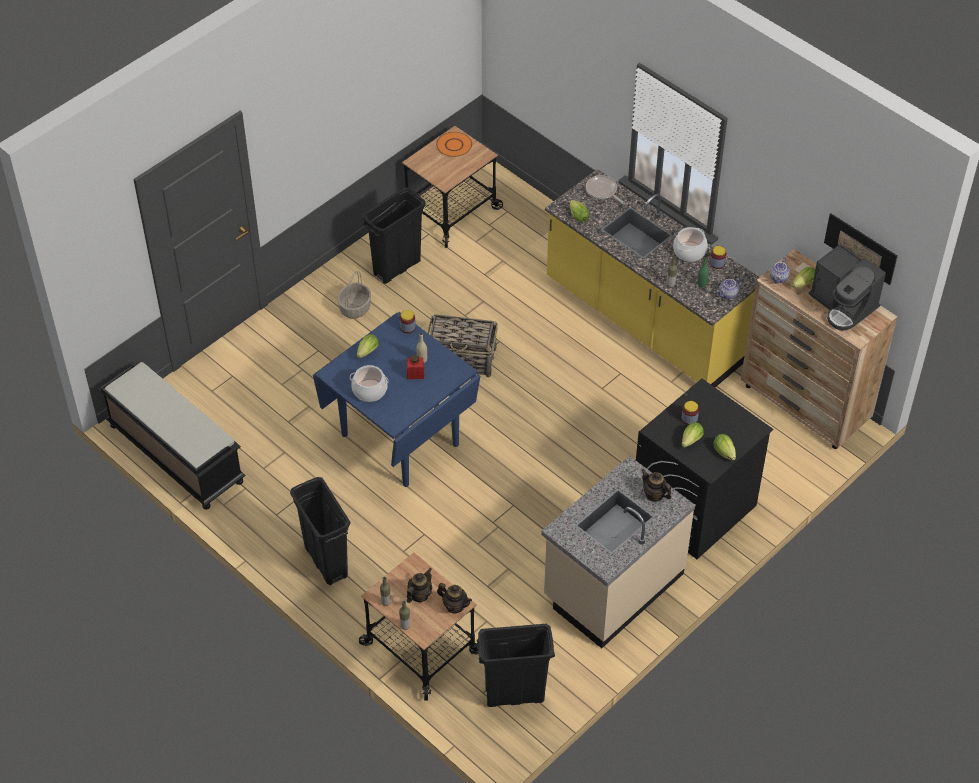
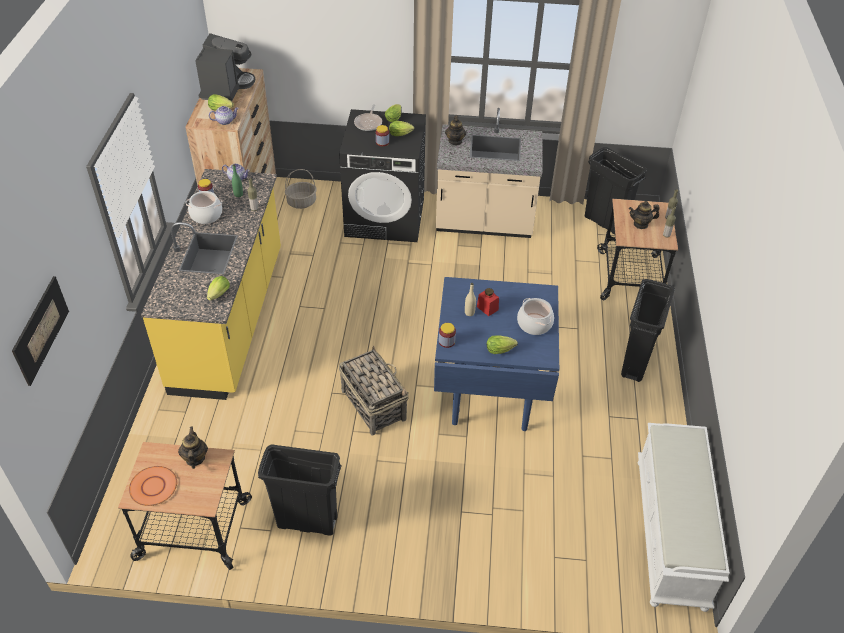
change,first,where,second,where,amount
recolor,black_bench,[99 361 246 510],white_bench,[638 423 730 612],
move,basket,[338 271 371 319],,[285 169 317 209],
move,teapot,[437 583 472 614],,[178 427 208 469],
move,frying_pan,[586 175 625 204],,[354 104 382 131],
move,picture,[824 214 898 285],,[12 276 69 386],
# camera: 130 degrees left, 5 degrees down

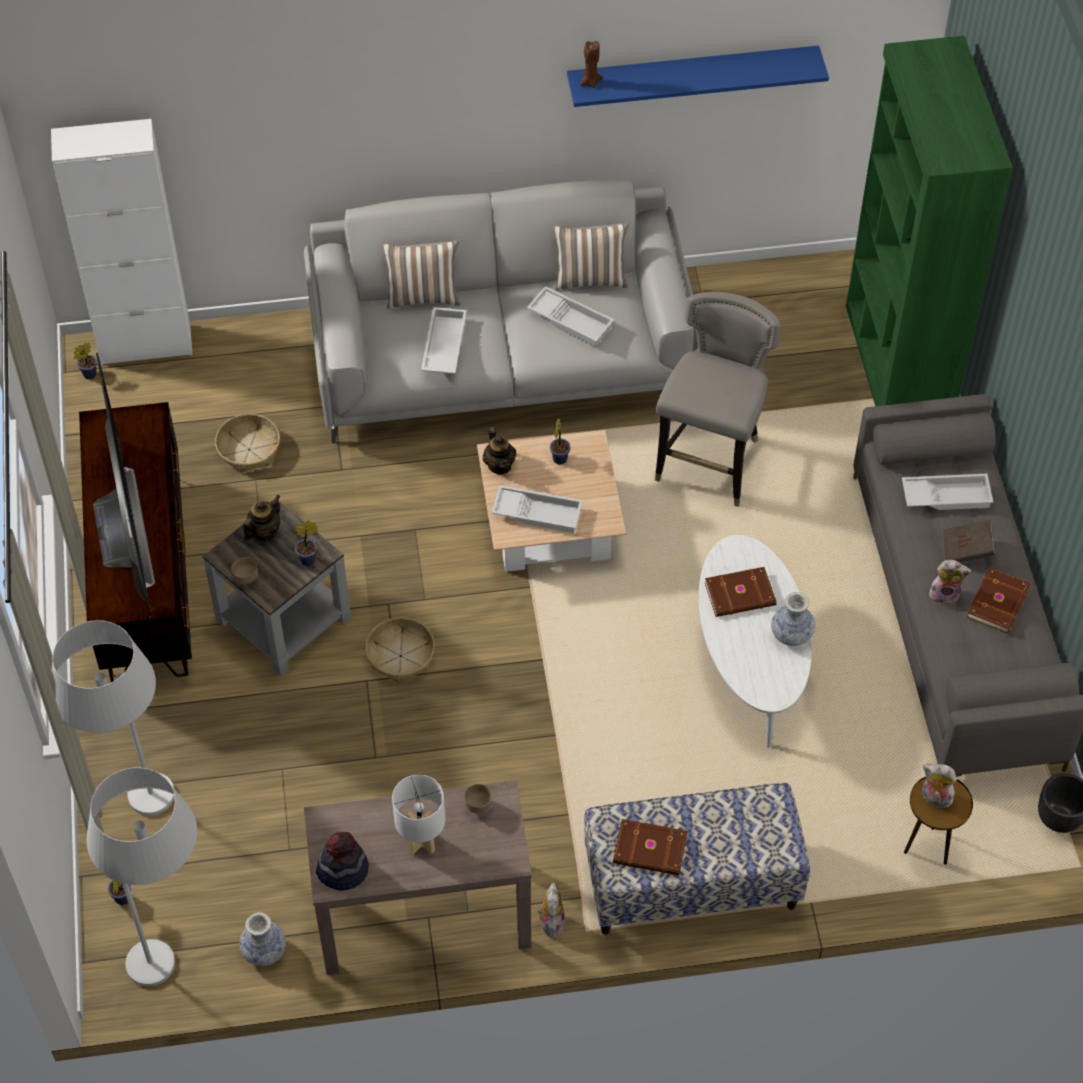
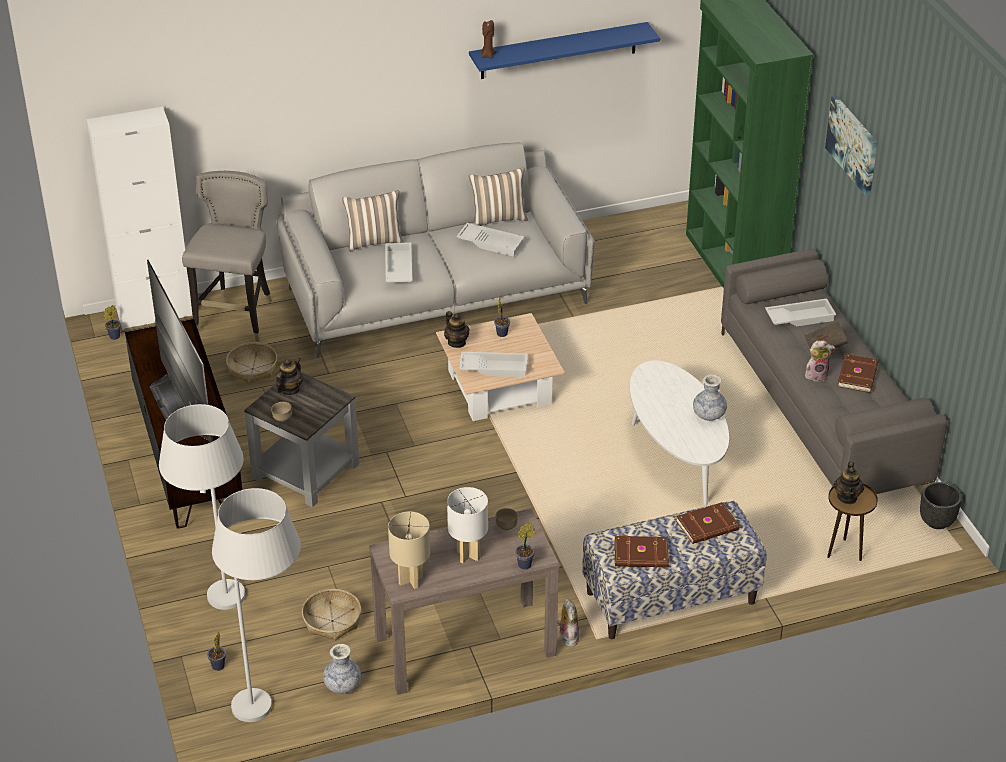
change,first,where,second,where,amount
move,potted_plant,[295 520 318 566],,[515 523 535 570],
replace,hat,[316 832 369 891],beige_table_lamp,[388 512 430 589],
move,basket,[366 617 434 683],,[302 589 361 641],
move,grey_stool,[655 292 781 507],,[182 171 272 342],
move,brown_book,[705 567 776 617],,[676 502 740 544],
replace,plush_toy,[922 764 957 808],teapot,[834 461 864 504],
insert,,,picture,[825 95 878 196],
# camera: 10 degrees left, 15 degrees down

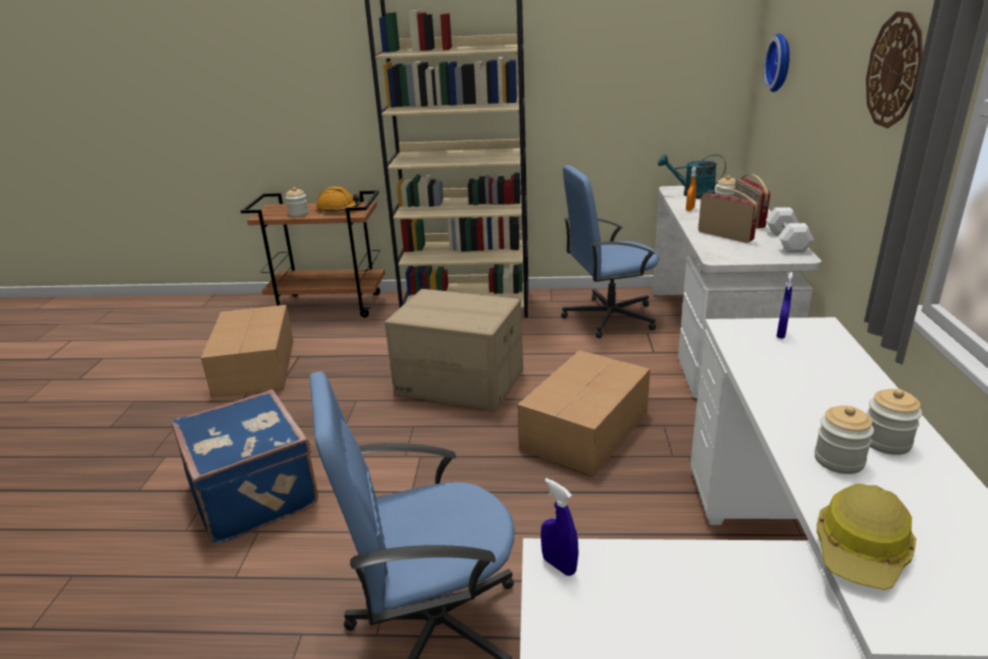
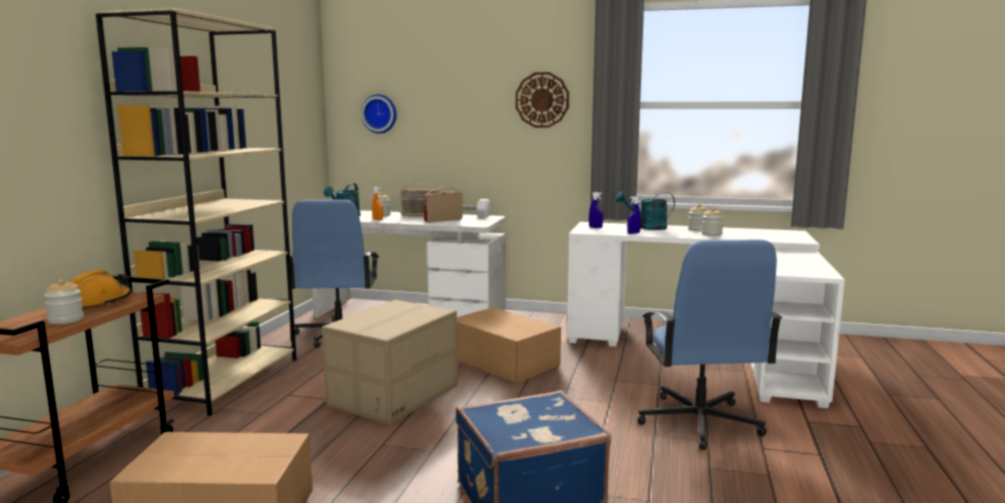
change,first,where,second,where,amount
move,blue_spray_bottle,[541 478 579 576],,[627 196 641 234],
delete,hard_hat,[817 484 916 590],,,
insert,,,turquoise_watering_can,[616 192 675 230],
# camera: 80 degrees left, 15 degrees down

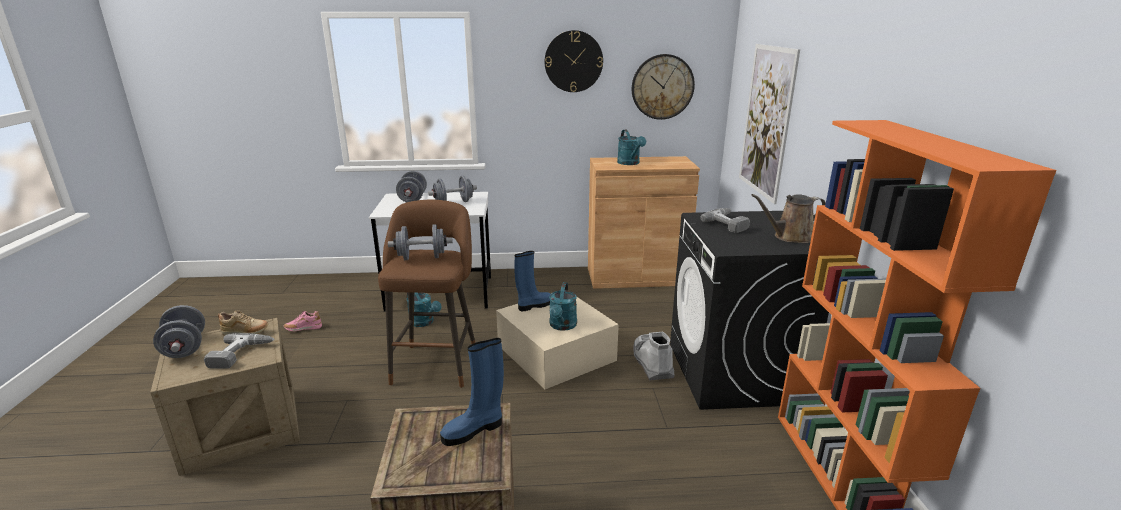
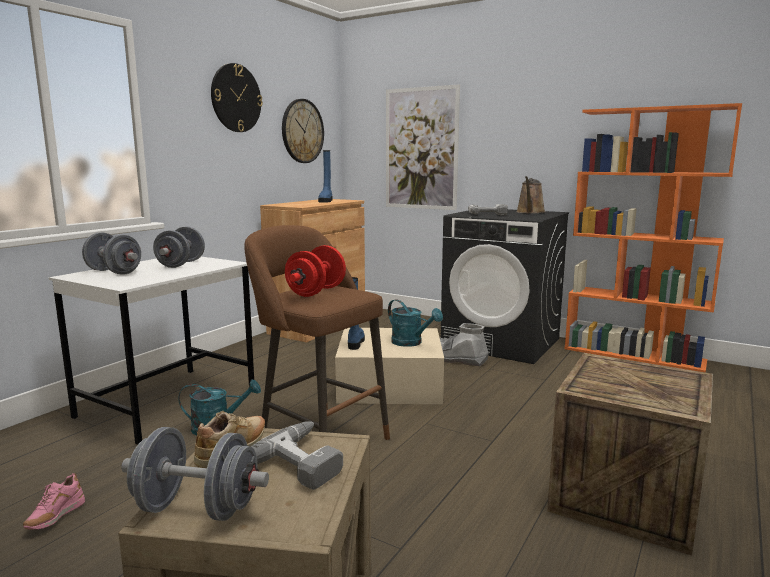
change,first,where,second,where,amount
recolor,grey_dumbbell,[388 224 453 260],red_dumbbell,[285 245 346 297],
move,blue_boot,[440 338 504 446],,[318 150 332 203],
delete,turquoise_watering_can,[617 130 646 165],,,
# camera: 55 degrees left, 10 degrees down

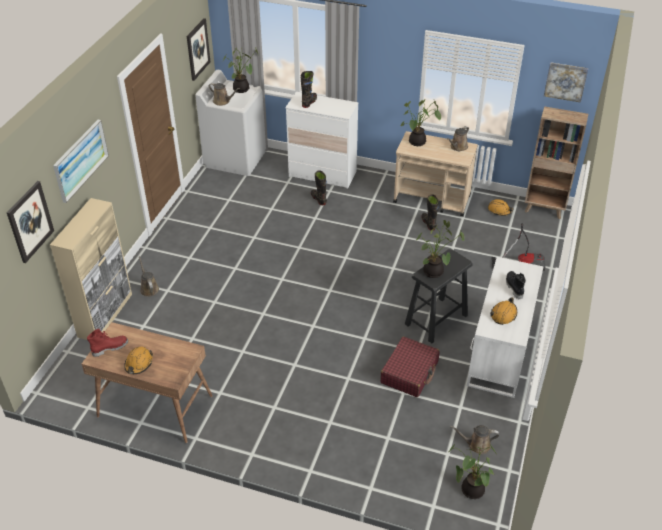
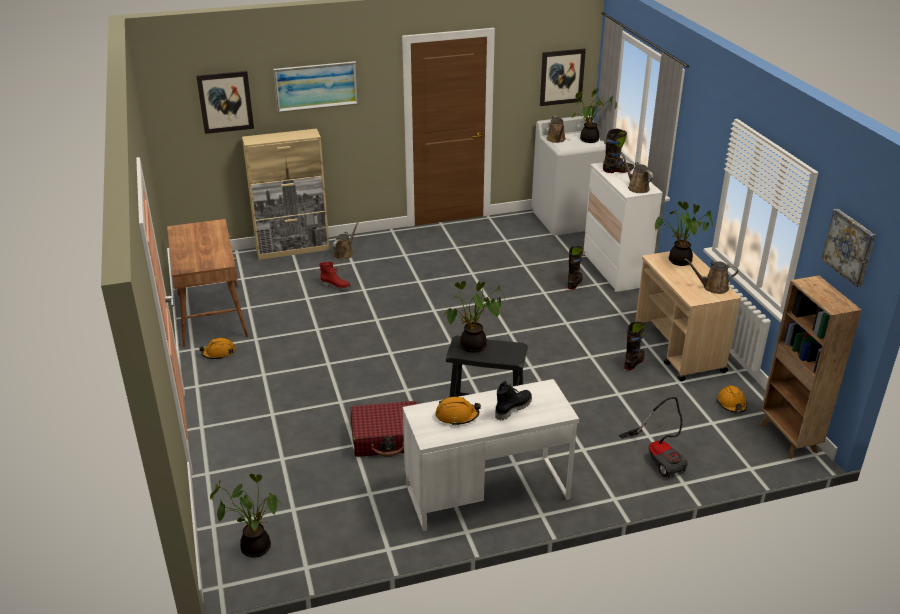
change,first,where,second,where,amount
move,red_boot,[87 329 128 357],,[319 262 351 291],
move,orange_hard_hat,[124 346 153 374],,[199 338 236 359],
move,brown_watering_can,[450 425 499 454],,[621 152 653 193],
# camera: 55 degrees right, 10 degrees down

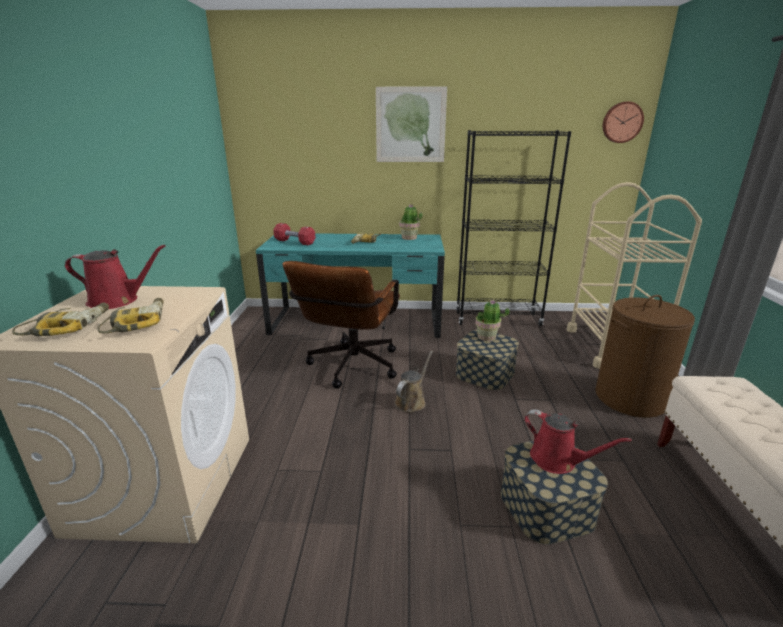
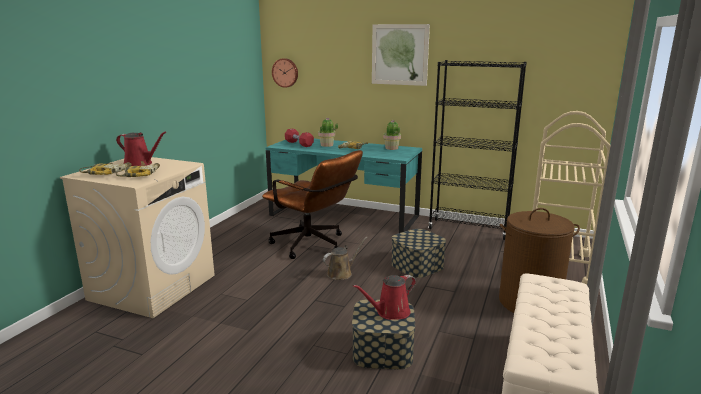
change,first,where,second,where,amount
rotate,brown_office_chair,[282 261 400 388],,[262 150 363 259],90 degrees counterclockwise
move,potted_plant,[475 300 509 341],,[318 118 338 147],
rotate,red_watering_can,[524 409 632 474],,[353 275 416 320],90 degrees clockwise
move,wall_clock,[603 102 644 143],,[272 58 298 88],
# camera: 20 degrees right, 5 degrees down

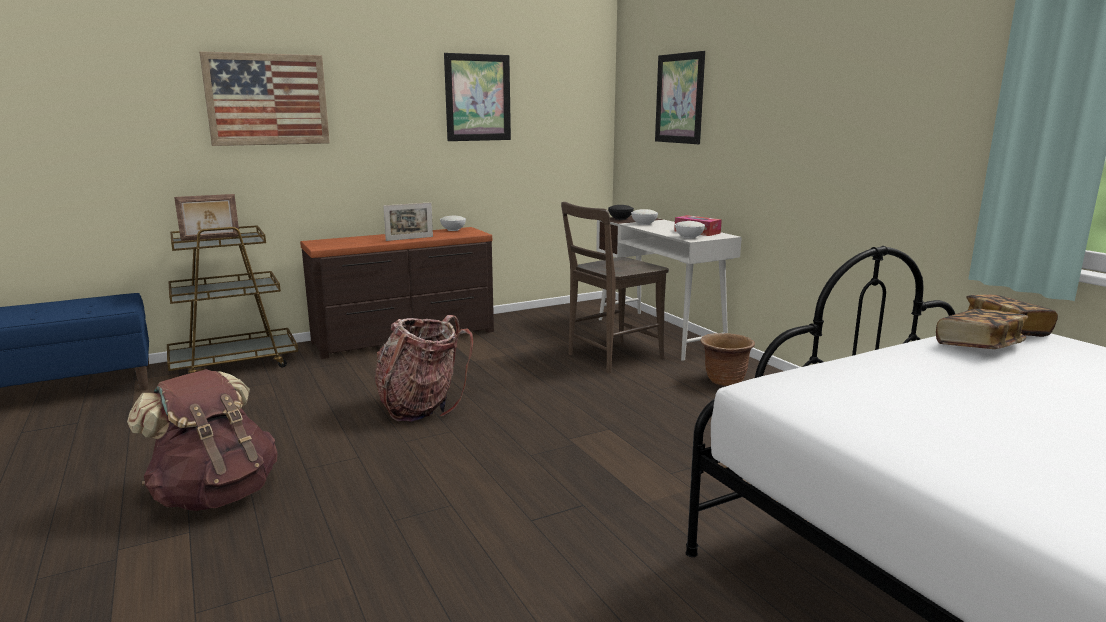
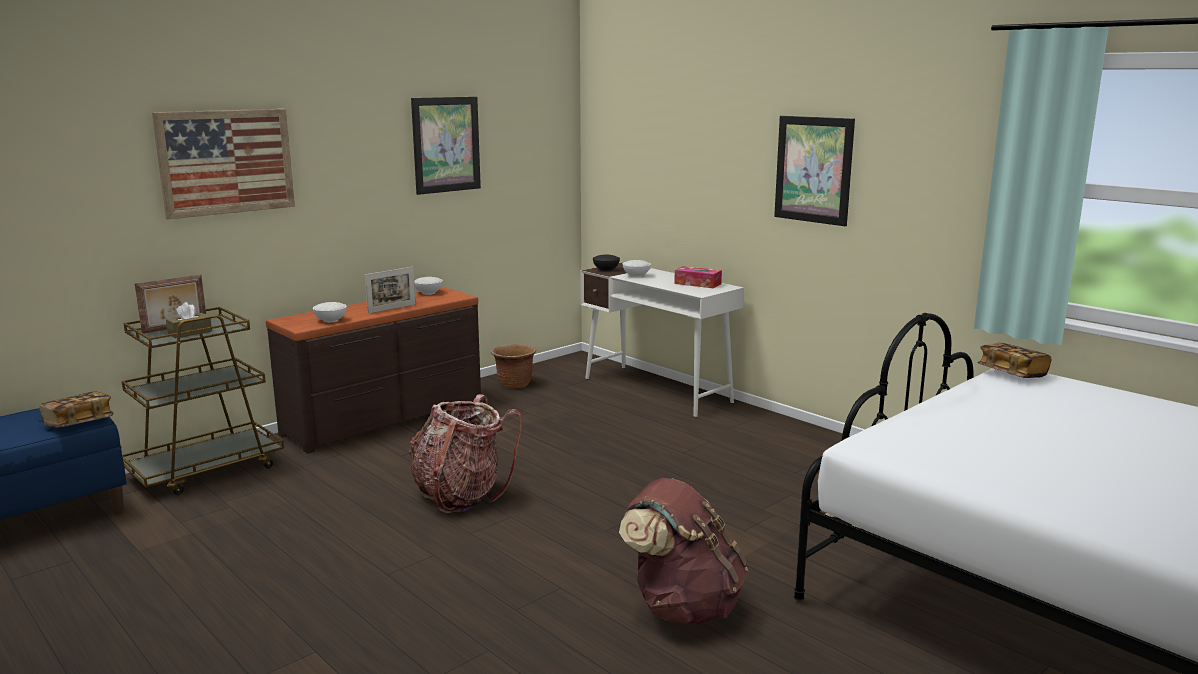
change,first,where,second,where,amount
move,brown_backpack,[127 369 277 511],,[619 478 748 624],
delete,brown_chair,[561 202 669 373],,,
move,picture,[655 51 705 144],,[774 116 855 226],
move,white_bowl,[675 221 705 239],,[313 302 347 323],
move,brown_planter,[700 333 755 386],,[491 344 536 389],
move,book,[936 309 1028 349],,[39 391 114 428],
insert,,,brown_tissue_box,[166 302 212 338],
# camera: 15 degrees left, 0 degrees up

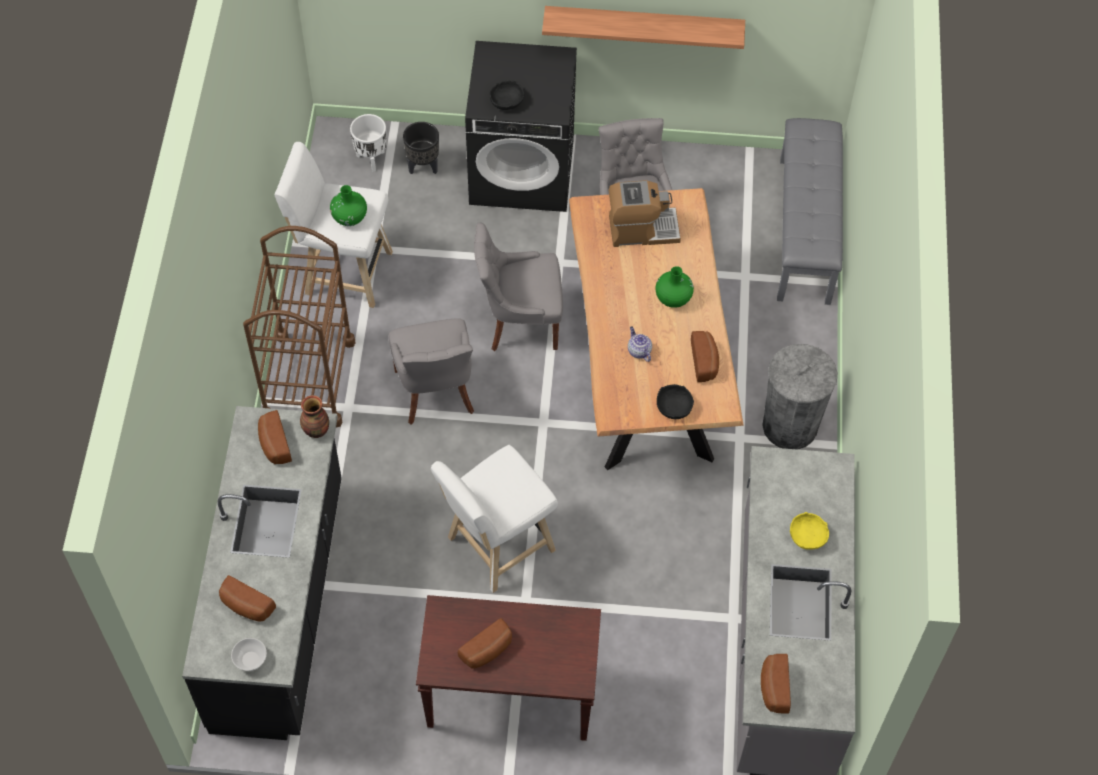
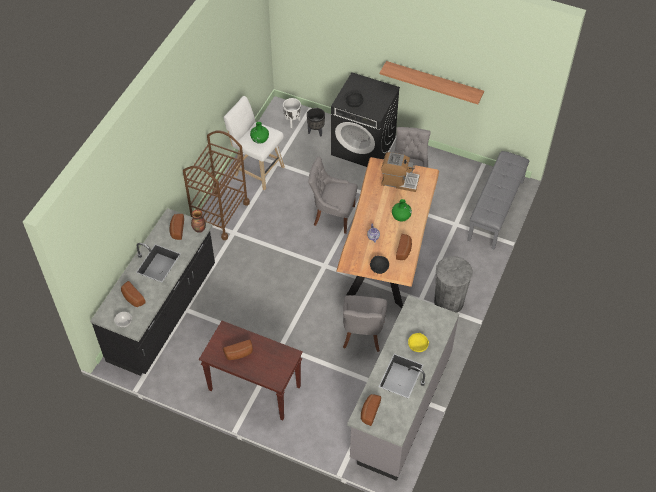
change,first,where,second,where,amount
move,grey_chair,[388 318 474 425],,[343 295 387 352],
delete,white_stool,[431 445 558 593],,,
# camera: 20 degrees right, 5 degrees down

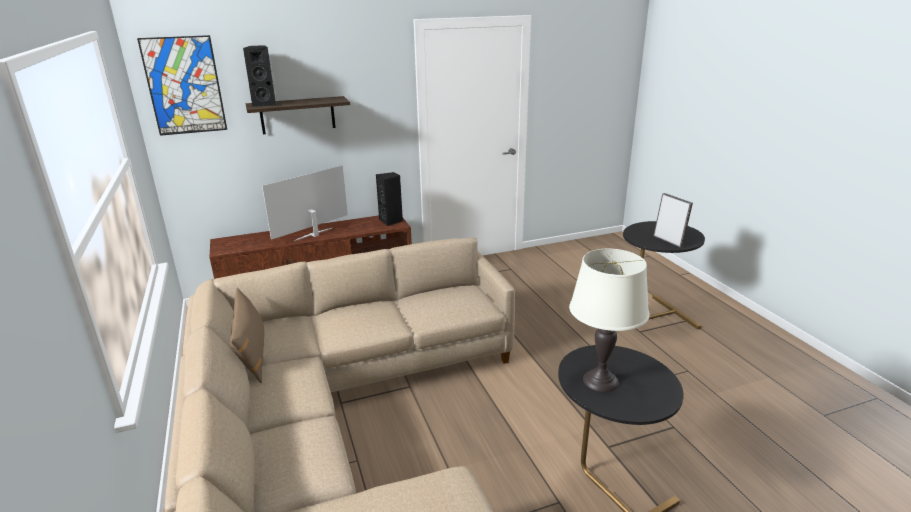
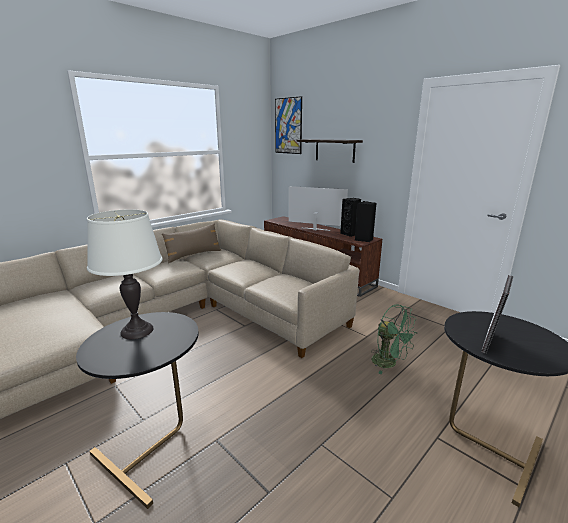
change,first,where,second,where,amount
move,black_speaker,[243 45 276 107],,[340 198 361 237],
insert,,,green_fan,[371 304 417 374],
# camera: 65 degrees right, 5 degrees down

